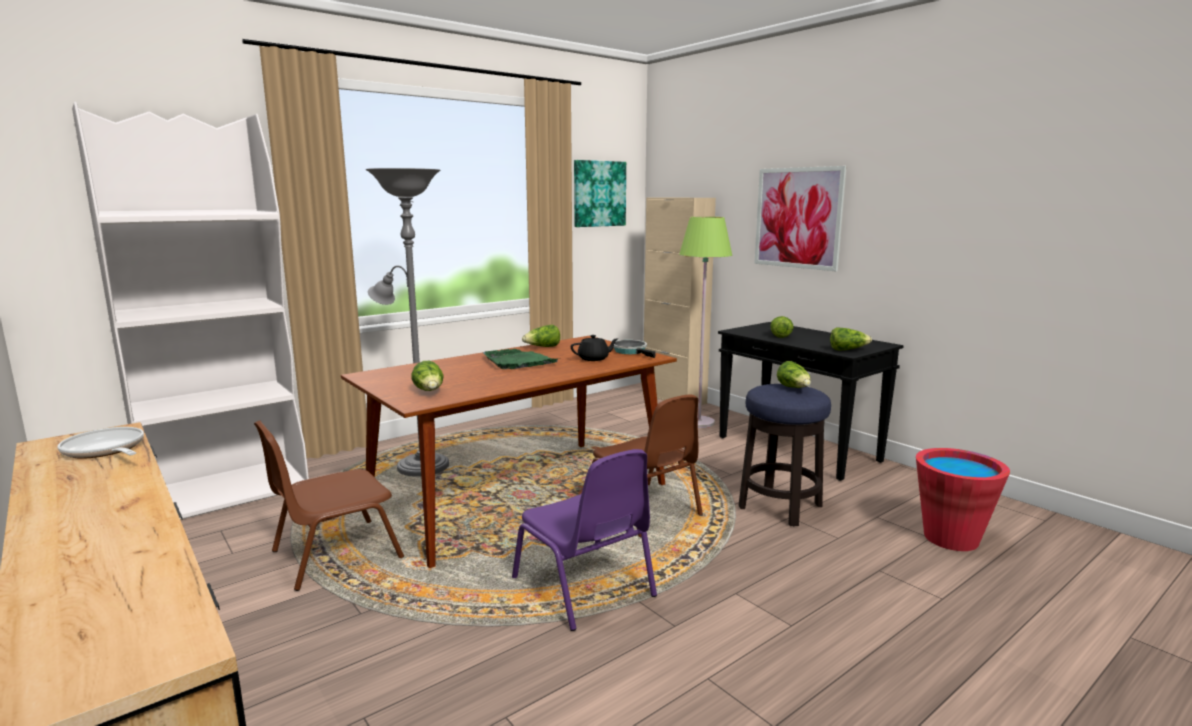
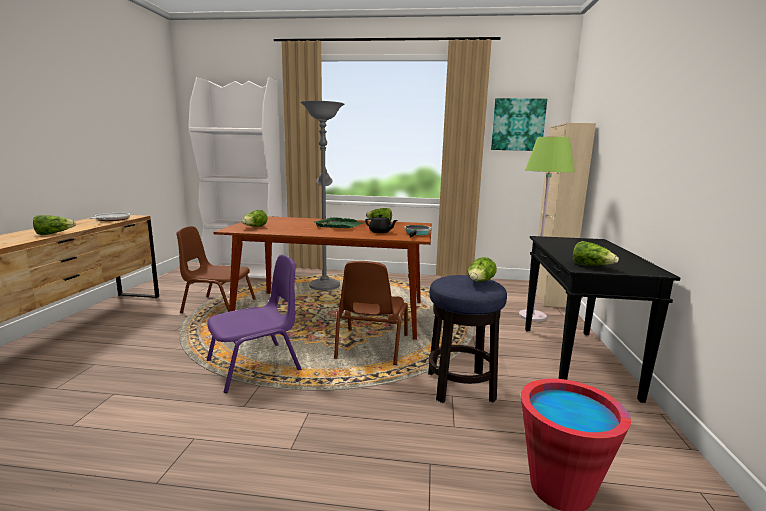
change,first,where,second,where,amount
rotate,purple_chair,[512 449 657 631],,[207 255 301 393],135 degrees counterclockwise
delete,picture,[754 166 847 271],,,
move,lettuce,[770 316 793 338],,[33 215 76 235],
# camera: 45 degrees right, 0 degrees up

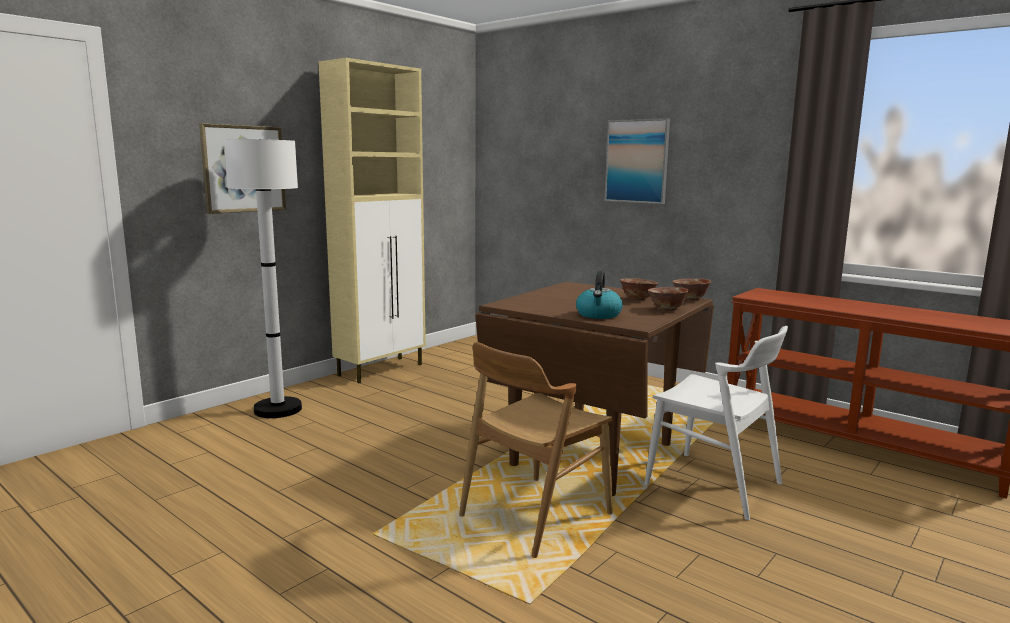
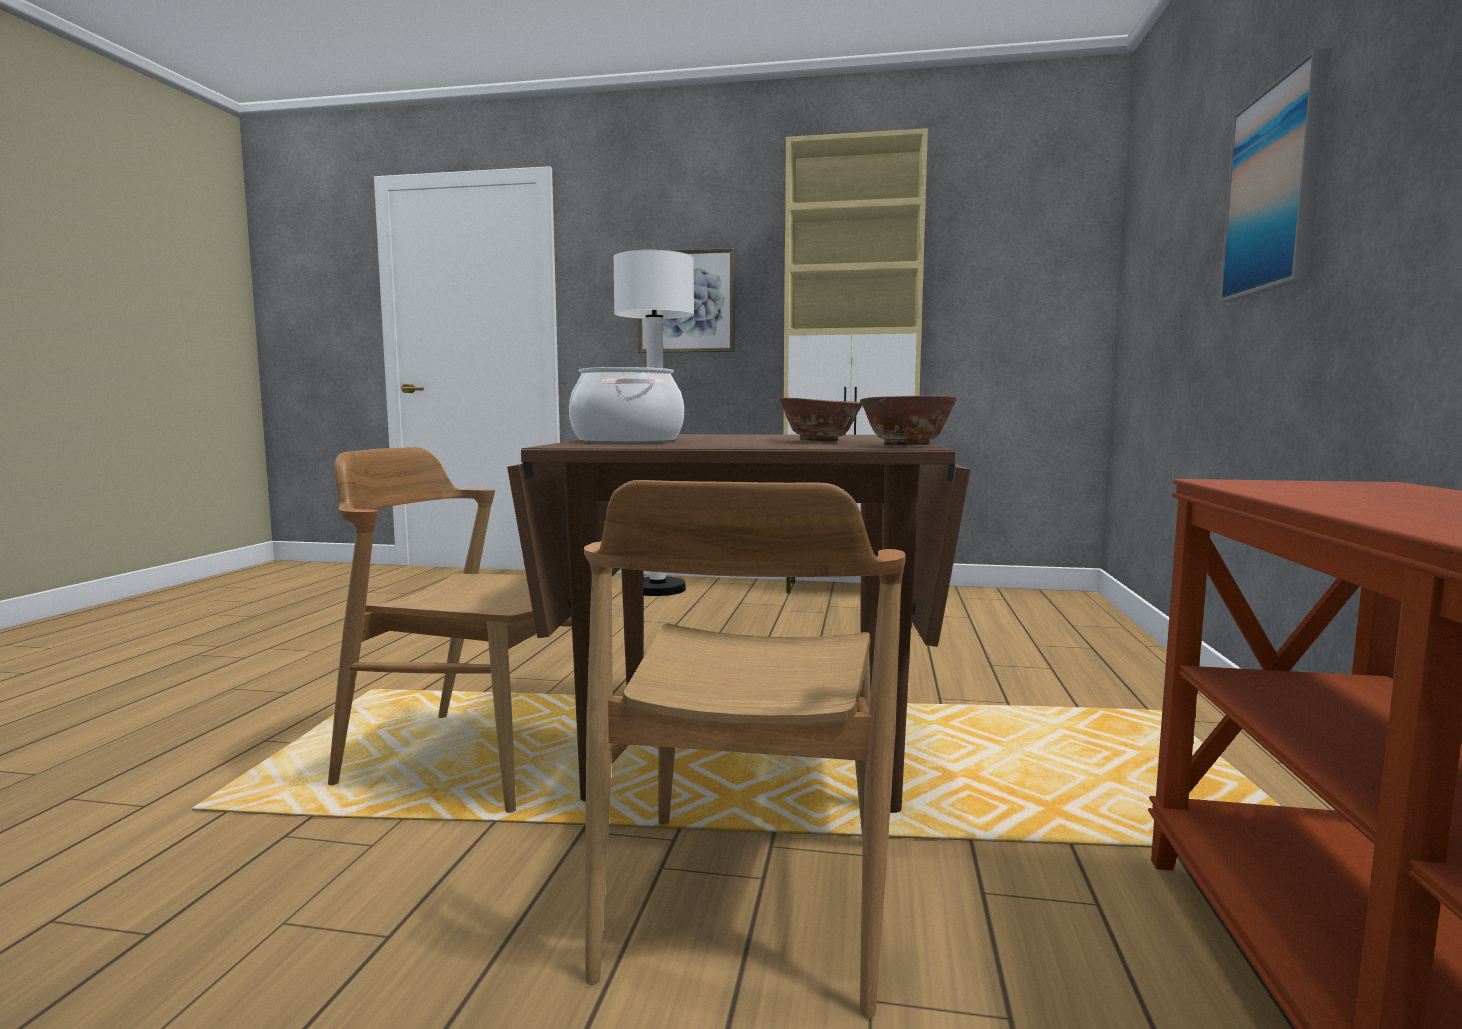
change,first,where,second,where,amount
replace,kettle,[576 271 623 319],cooking_pot,[569 367 684 443],
recolor,white_chair,[645 326 788 520],brown_chair,[584 480 906 1019],
delete,bowl,[648 287 689 311],,,
# camera: 60 degrees right, 5 degrees down

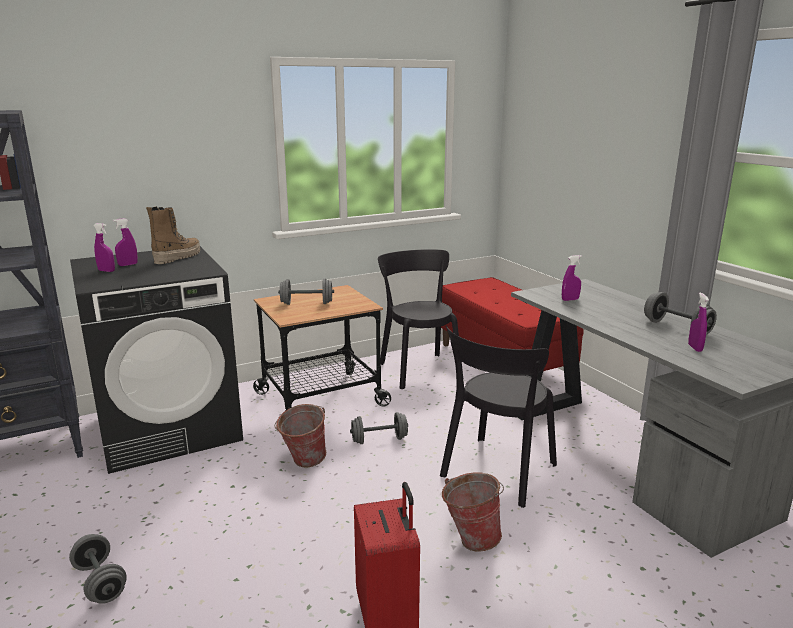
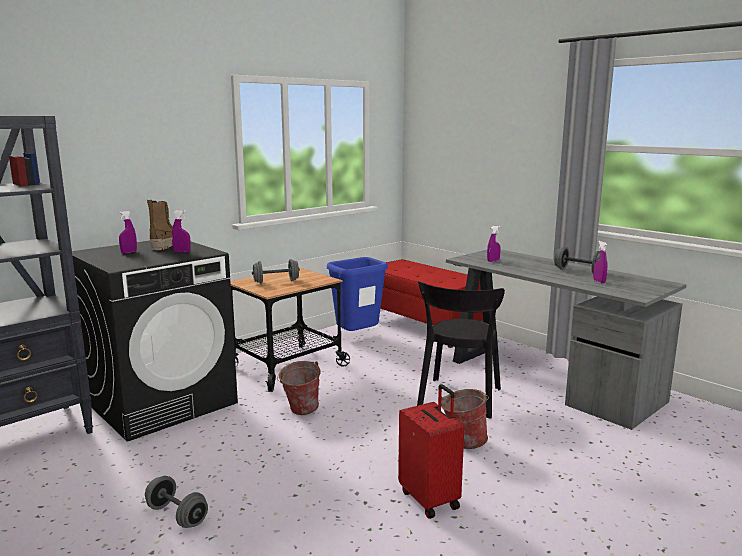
change,first,where,second,where,amount
move,purple_spray_bottle,[93 223 115 272],,[172 210 191 252],
delete,grey_dumbbell,[350 412 408 444],,,
replace,black_chair,[378 249 463 389],blue_trash_can,[327 257 388 331],
# camera: 15 degrees left, 5 degrees down

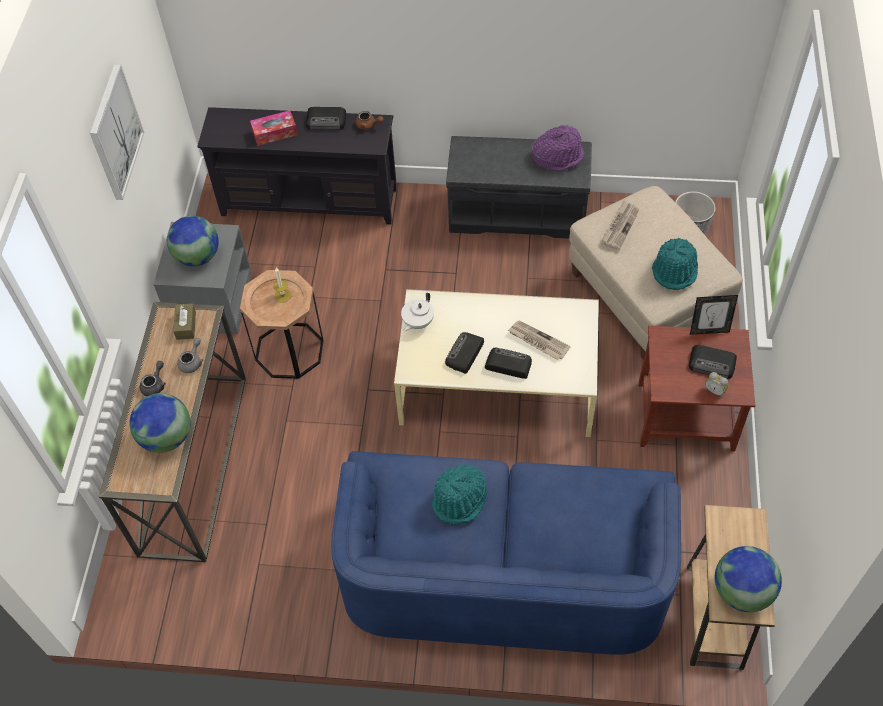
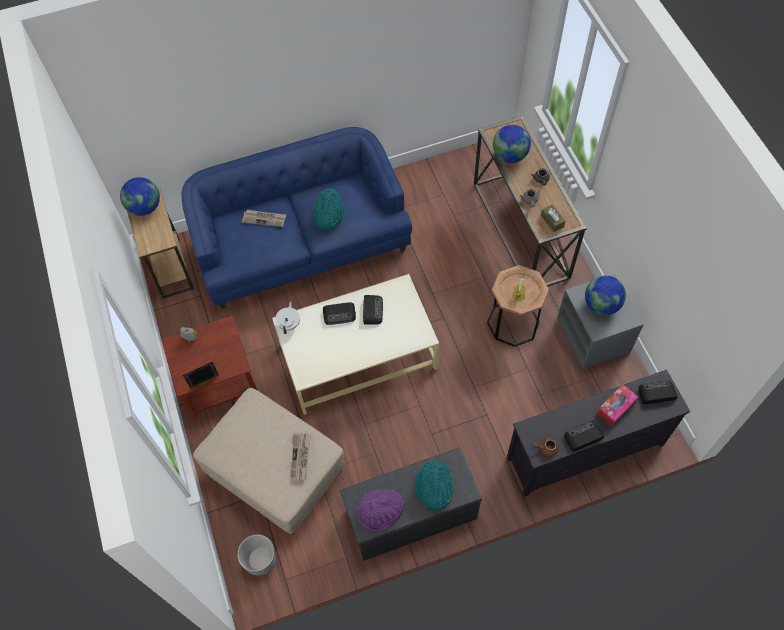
change,first,where,second,where,amount
delete,picture,[90 64 144 200],,,
move,white_teapot,[401 293 434 331],,[275 301 300 334],
move,newspaper,[508 321 571 360],,[242 210 286 227],
move,turquoise_hat,[652 238 698 290],,[414 460 453 510],
move,radio,[689 345 737 379],,[638 381 677 404],
# camera: 155 degrees right, 5 degrees up

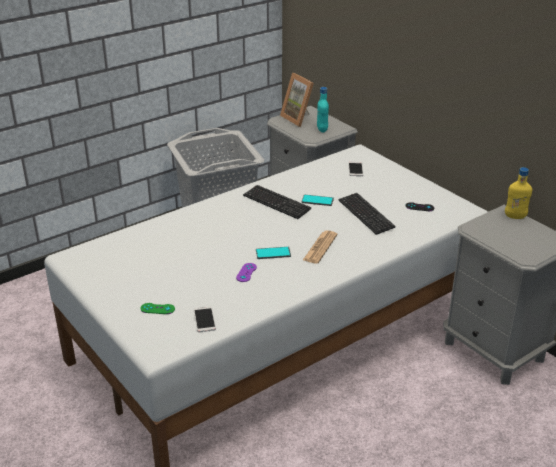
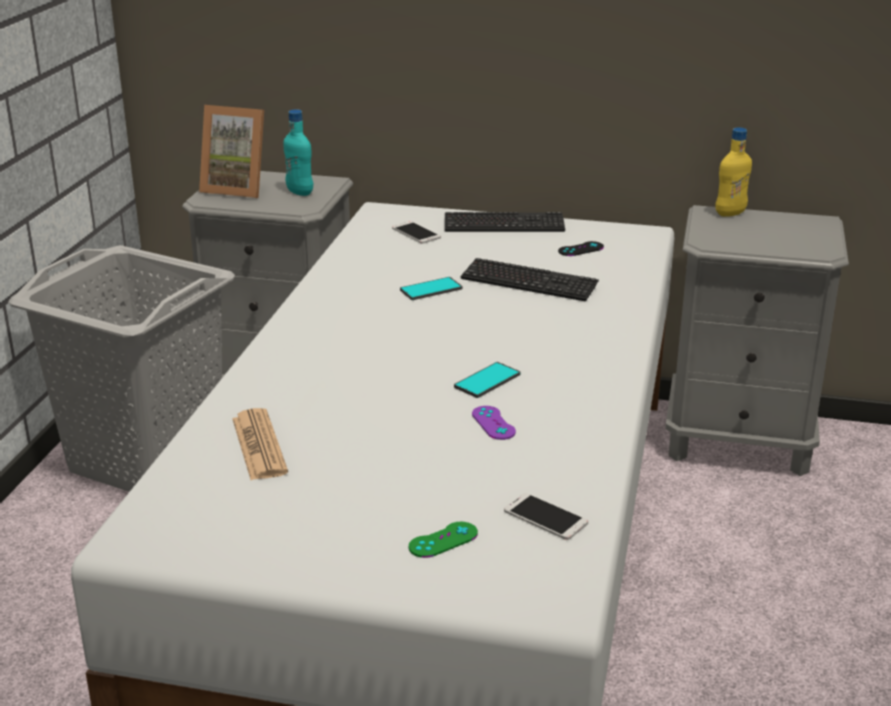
change,first,where,second,where,amount
move,keyboard,[243 185 312 219],,[445 212 565 232],
move,newspaper,[303 230 338 264],,[232 408 288 480],
# camera: 40 degrees left, 5 degrees down

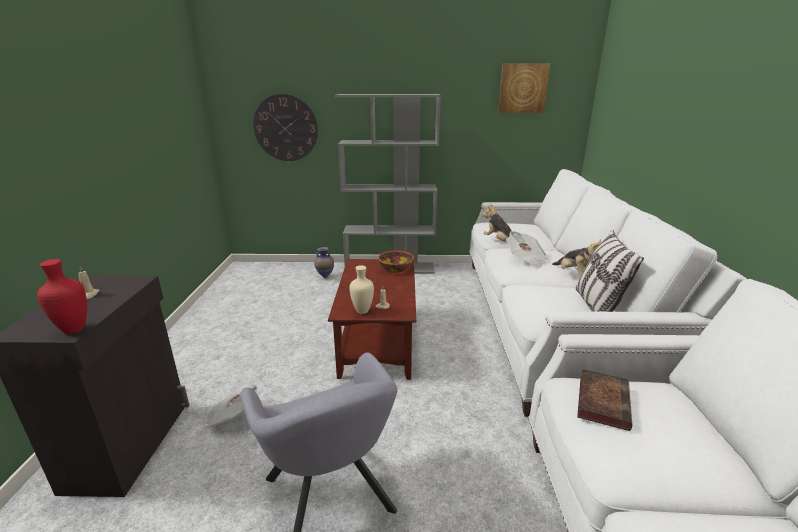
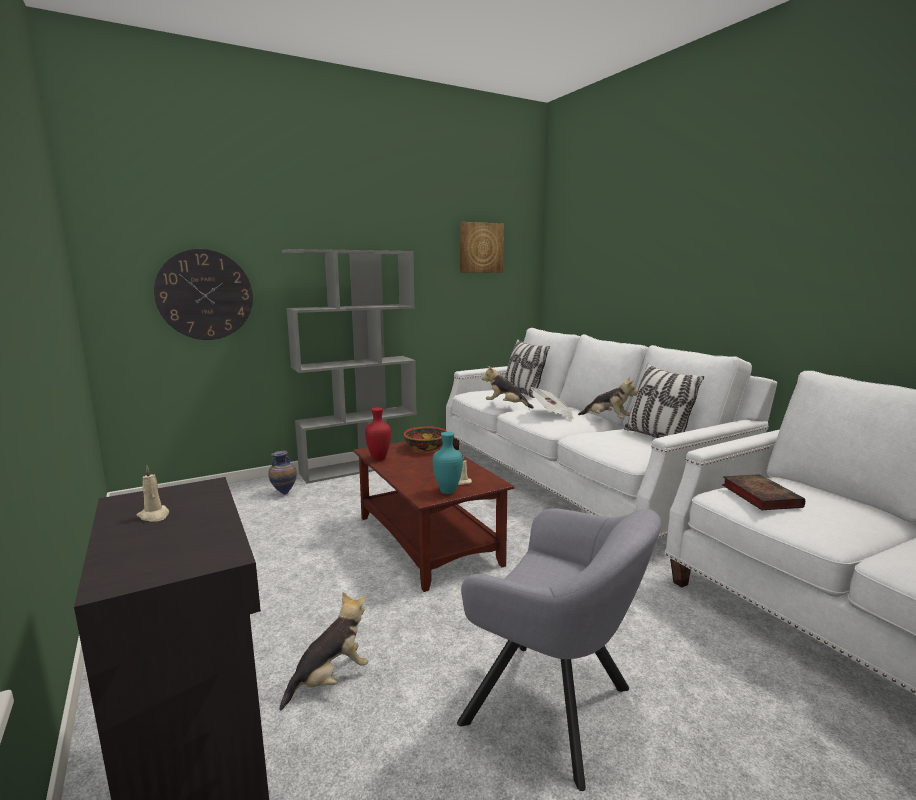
change,first,where,second,where,amount
move,red_vase,[37 259 87 334],,[365 408 391 461],
replace,newspaper,[206 381 257 429],plush_toy,[279 592 368 711],
recolor,beige_vase,[350 265 374 314],turquoise_vase,[433 432 463 494],
insert,,,pillow,[505 339 550 398],
# camera: 30 degrees left, 10 degrees down

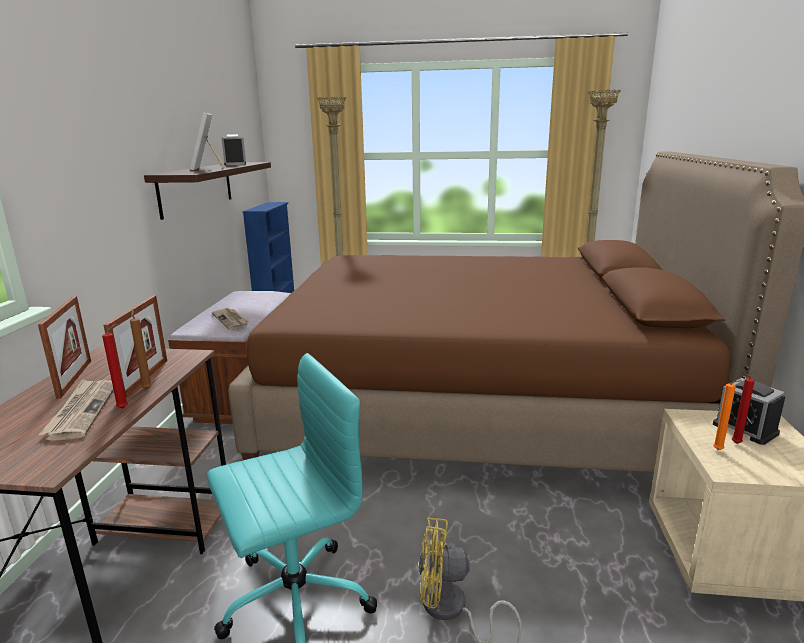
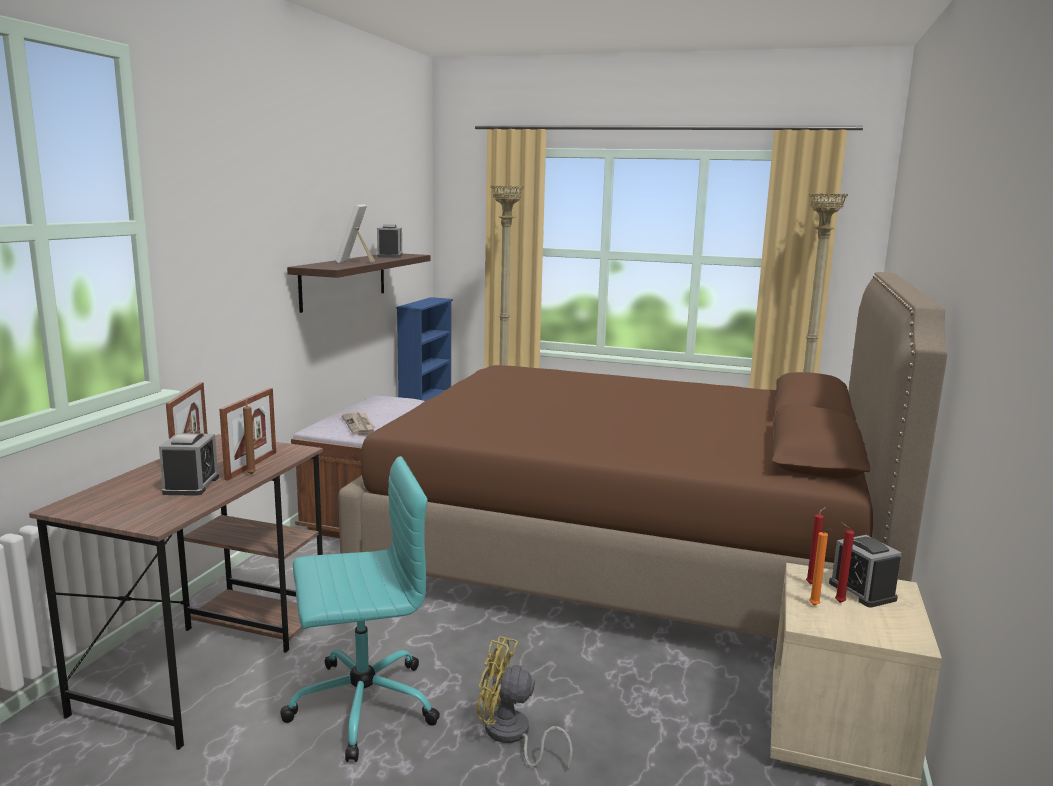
change,first,where,second,where,amount
replace,newspaper,[39 379 114 441],alarm_clock,[159 433 219 496],
move,red_candle,[102 324 128 409],,[806 507 826 584],
# camera: 10 degrees right, 5 degrees down

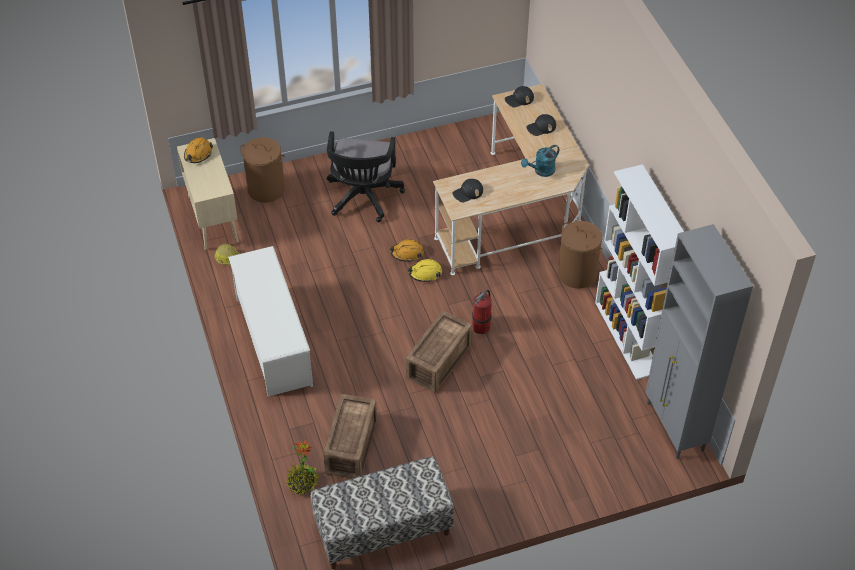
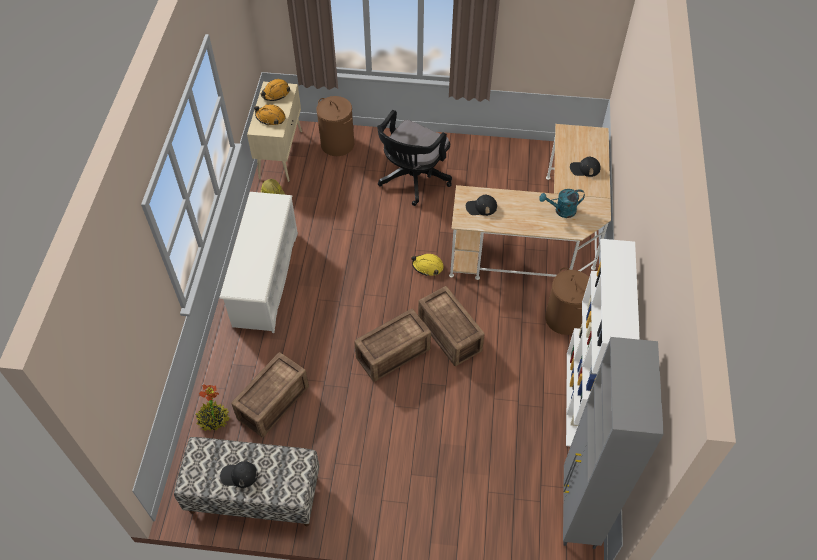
change,first,where,second,where,amount
move,orange_hard_hat,[390 239 424 262],,[254 104 286 126],
replace,fire_extinguisher,[472 290 492 334],crate,[418 286 485 366],
move,black_cap,[505 86 534 107],,[220 461 258 488],
# camera: 25 degrees right, 5 degrees up

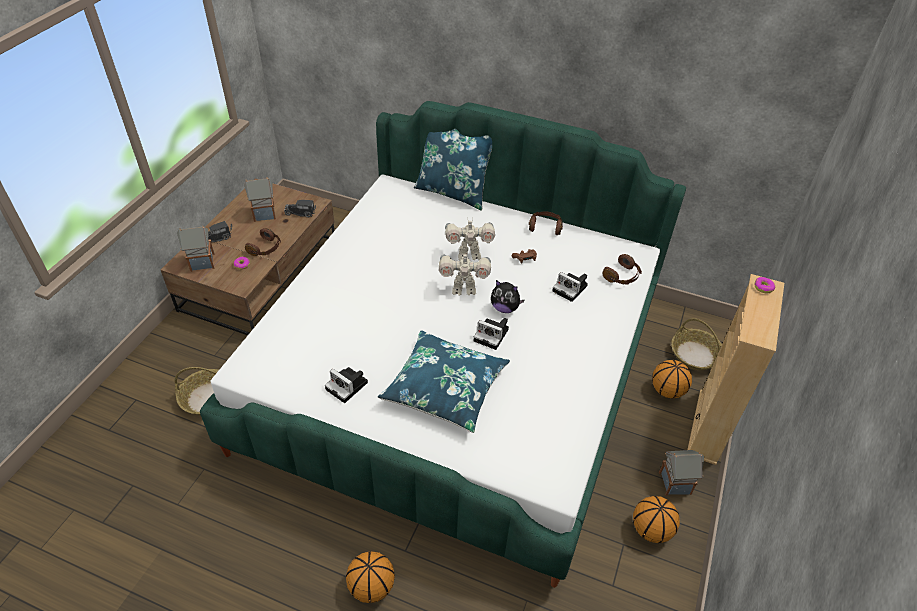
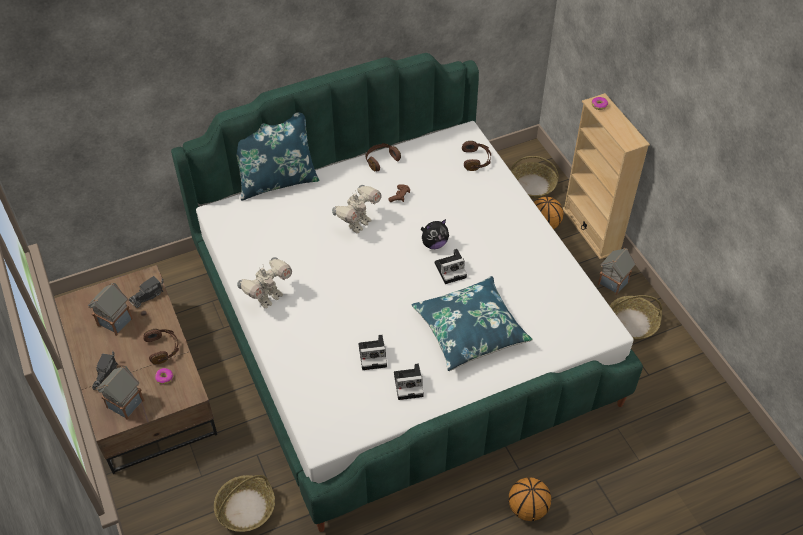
change,first,where,second,where,amount
move,toy_robot,[439 253 491 295],,[237 257 292 309],
move,photo_camera,[552 272 588 302],,[359 335 387 370],
replace,basketball,[633 496 680 543],basket,[609 295 662 340],
# camera: 45 degrees left, 5 degrees up

